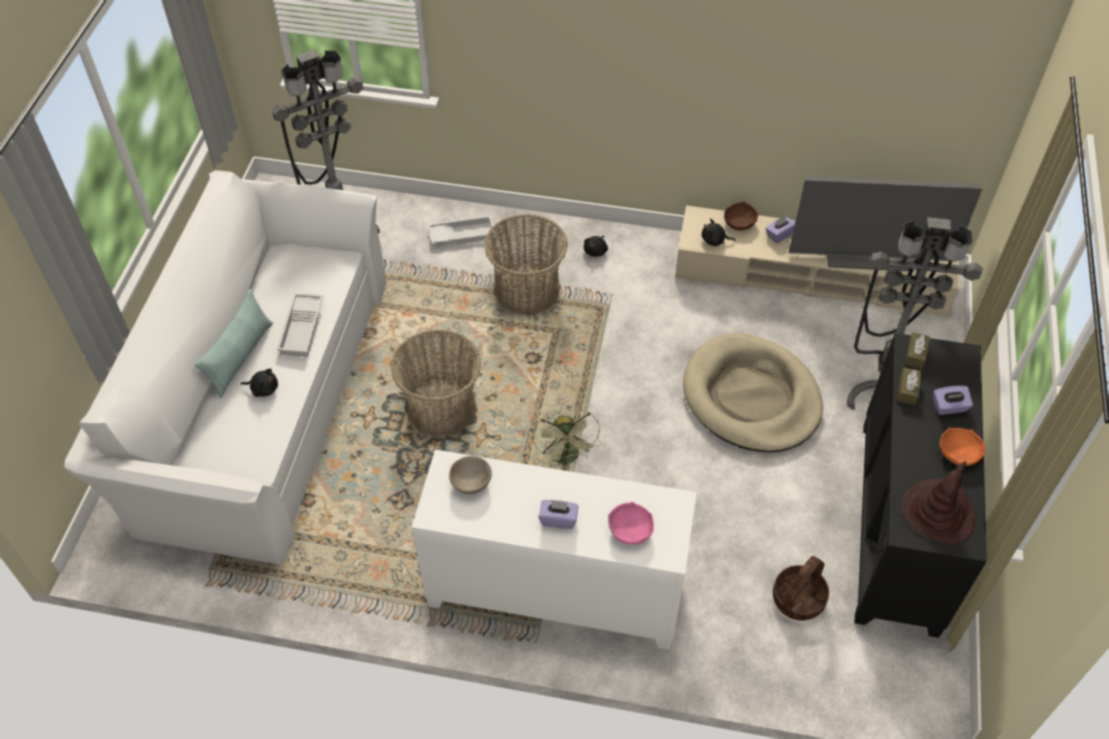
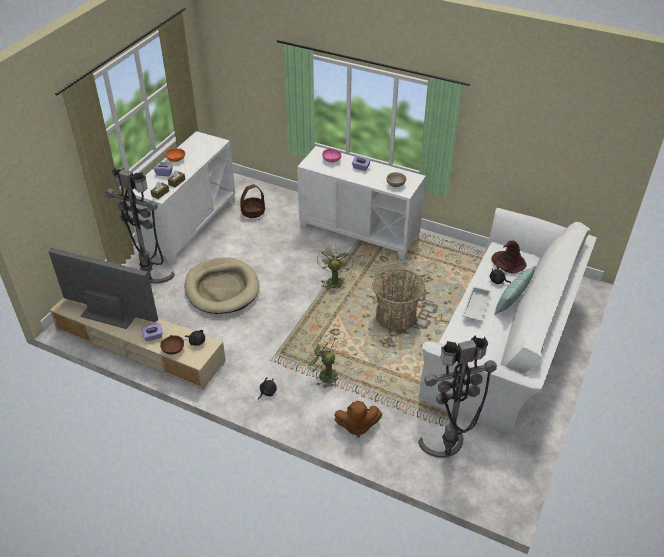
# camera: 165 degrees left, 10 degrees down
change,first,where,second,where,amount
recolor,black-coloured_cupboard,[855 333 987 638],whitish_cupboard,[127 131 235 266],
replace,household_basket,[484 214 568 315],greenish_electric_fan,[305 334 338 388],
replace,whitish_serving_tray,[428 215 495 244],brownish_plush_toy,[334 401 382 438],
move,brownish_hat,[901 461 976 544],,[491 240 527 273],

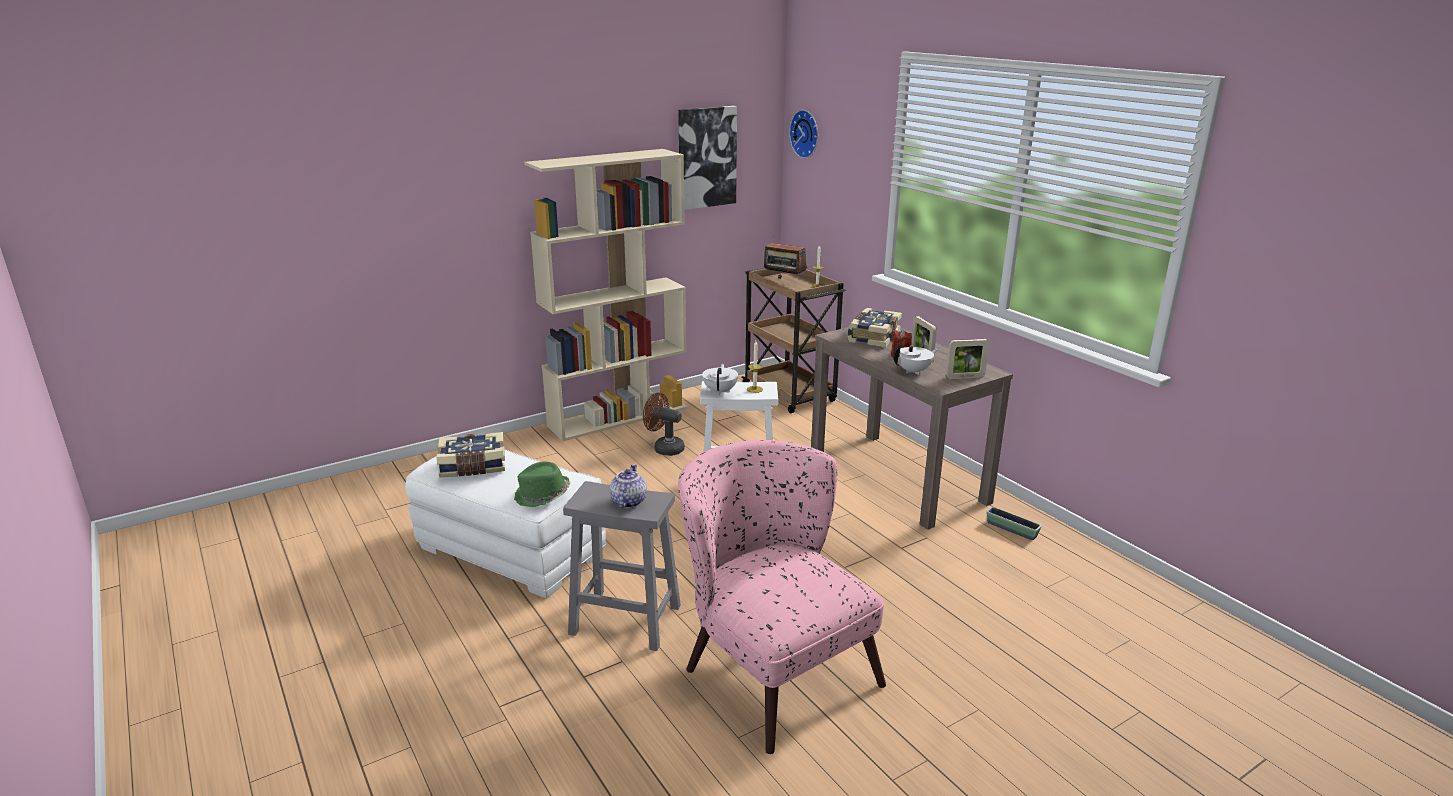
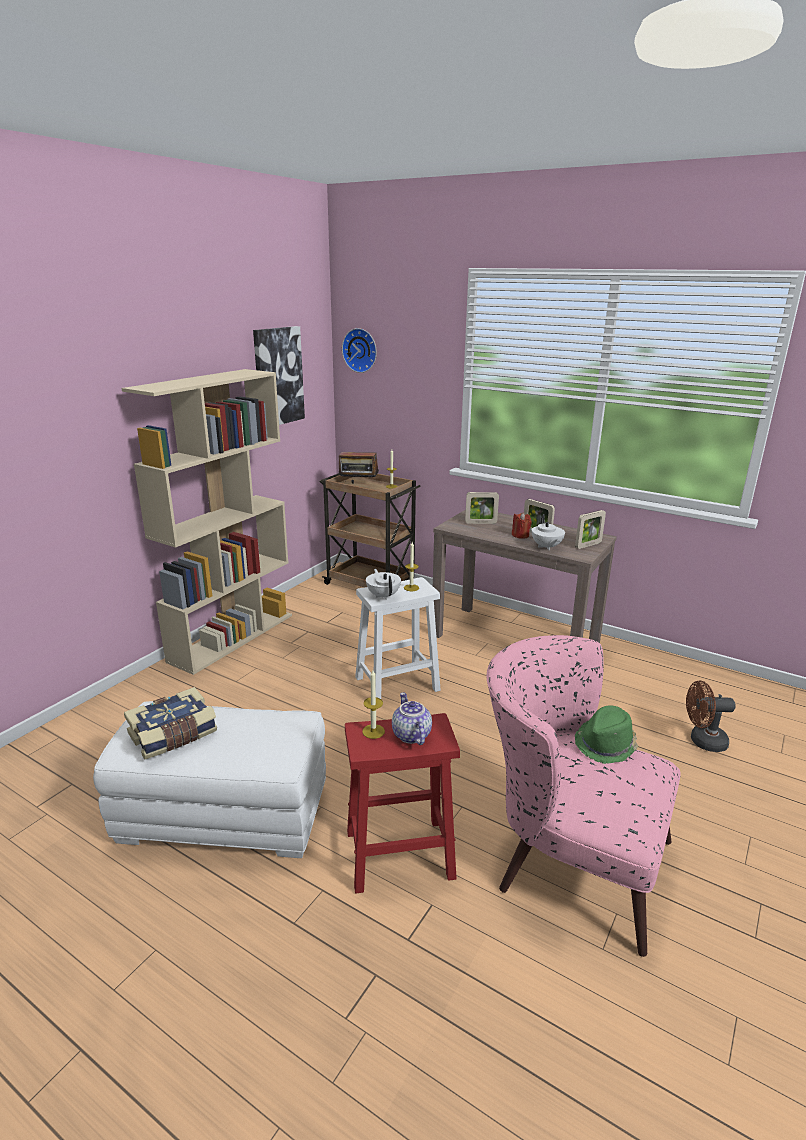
# camera: 25 degrees left, 0 degrees up
change,first,where,second,where,amount
recolor,greyish_stool,[563 481 681 651],red_stool,[345 713 460 894],
insert,,,wax_light,[362 670 385 739],
replace,volume,[847 308 902 348],standing_frame,[465 492 499 524],
rotate,whitish_tea_pot,[893 344 938 375],,[532 514 565 550],135 degrees clockwise
move,greenish_hat,[514 461 570 507],,[575 705 638 764],
move,brownish_electric_fan,[643 393 685 456],,[686 680 736 752],
delete,plant_pot,[986 507 1042 540],,,

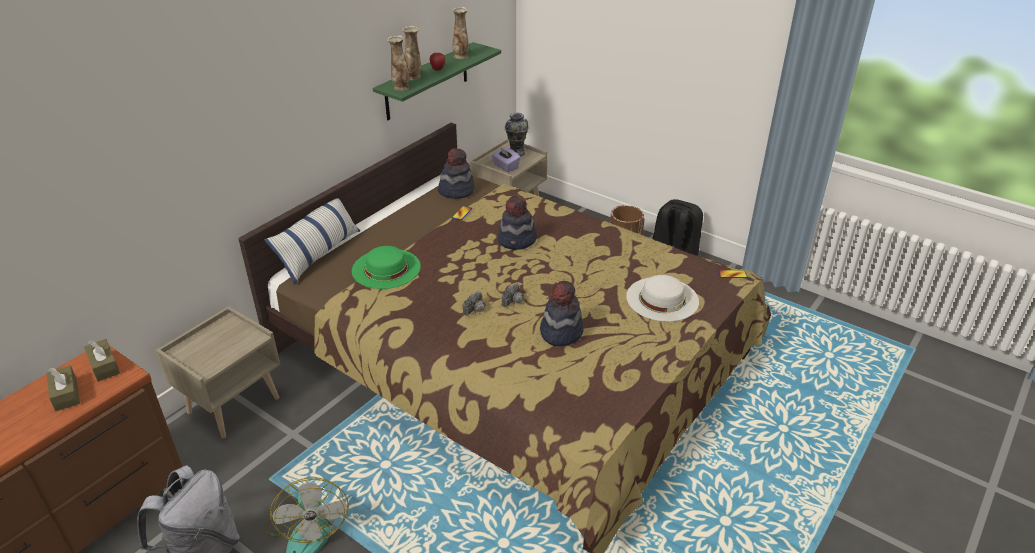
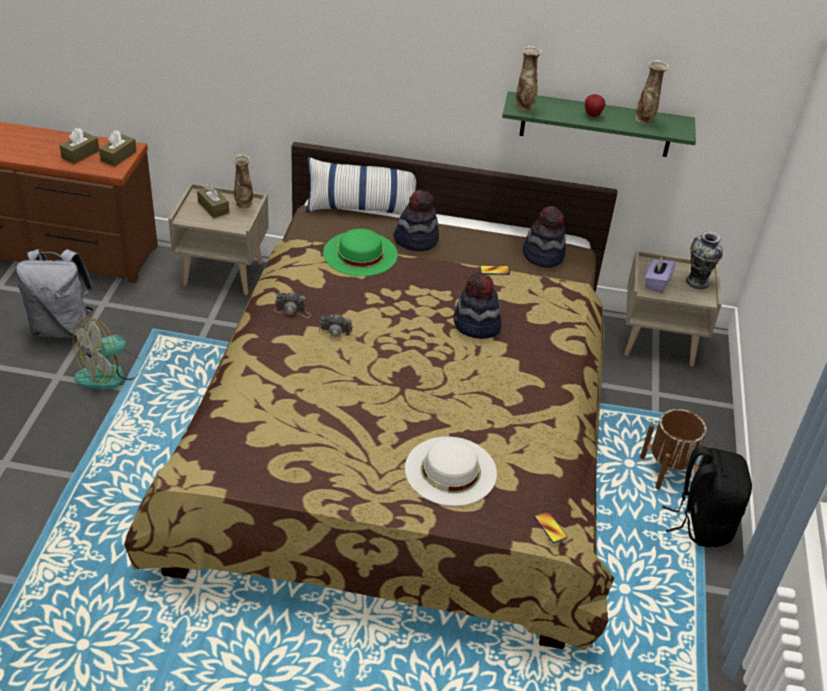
# camera: 60 degrees right, 5 degrees up
change,first,where,second,where,amount
insert,,,brownish_tissue_box,[197 184 229 218],
move,decorative_vase,[402 26 422 80],,[232 154 253 209],
move,photo_camera,[502 283 531 310],,[274 292 311 318],
move,hat,[540 281 584 346],,[393 190 439 251],

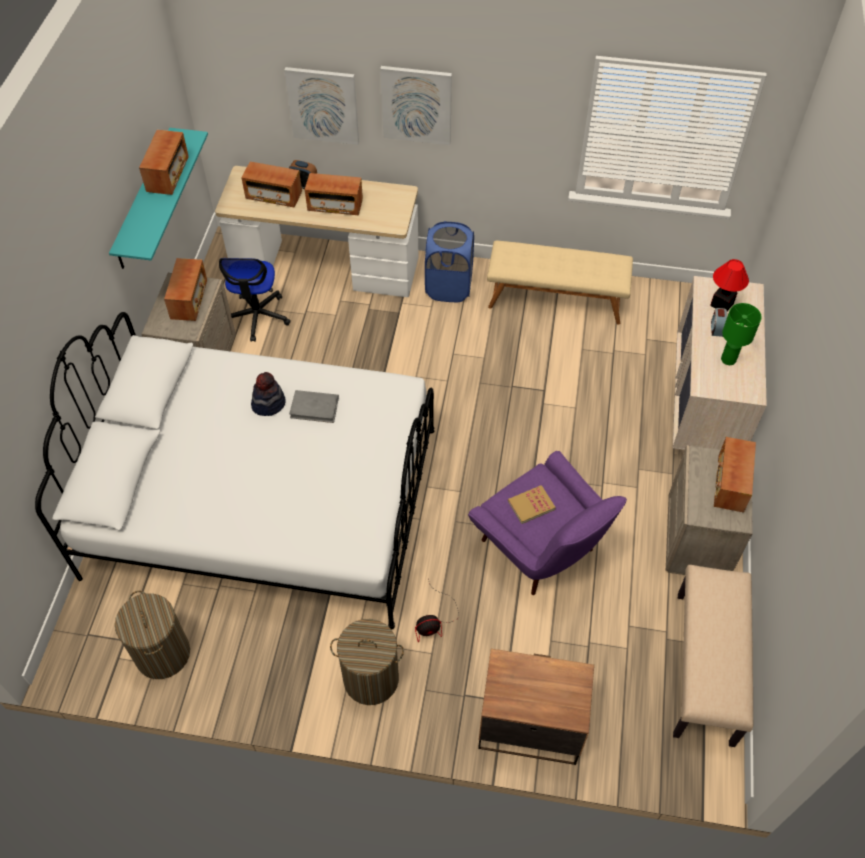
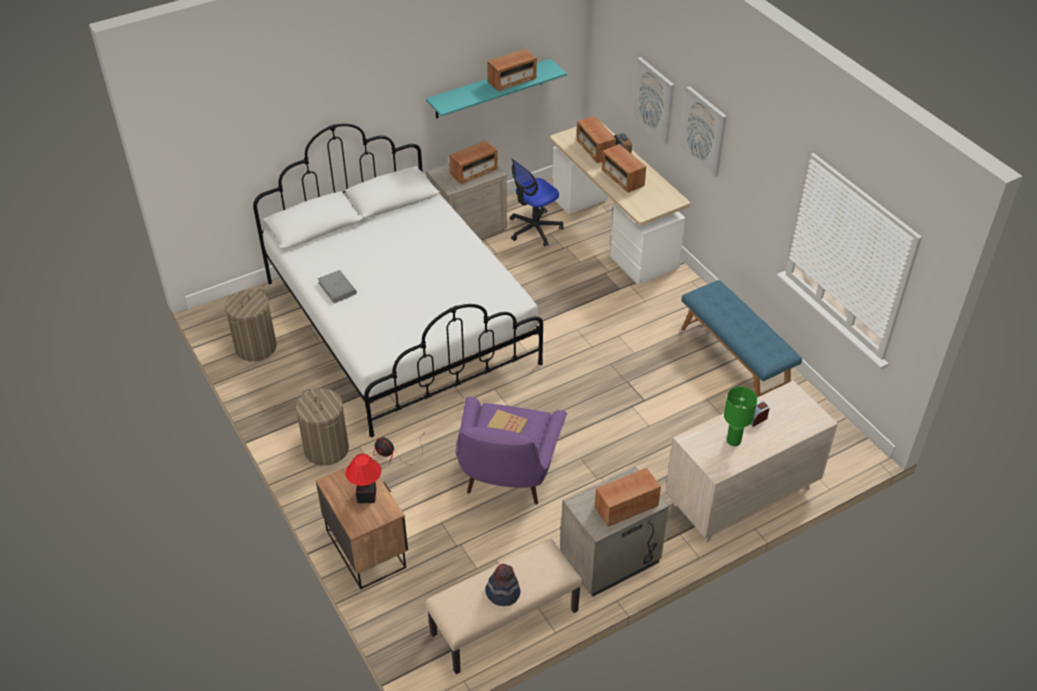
# camera: 50 degrees right, 10 degrees down
change,first,where,second,where,amount
move,greyish_volume,[289 390 339 423],,[318 270 357 303],
move,table_lamp,[711 259 749 311],,[346 453 381 503],
move,hat,[251 372 286 416],,[485 564 520 606],
recolor,sand-coloured_bench,[487 240 633 325],bluish_bench,[681 280 802 397],
delete,bluish_hamper,[425 221 474 302],,,

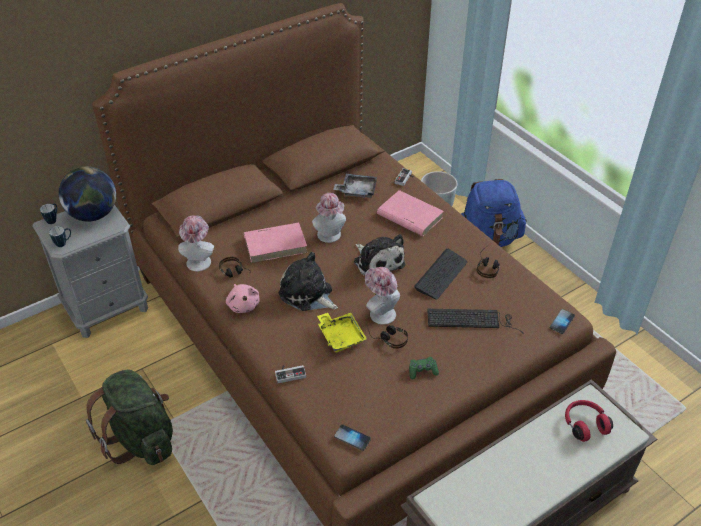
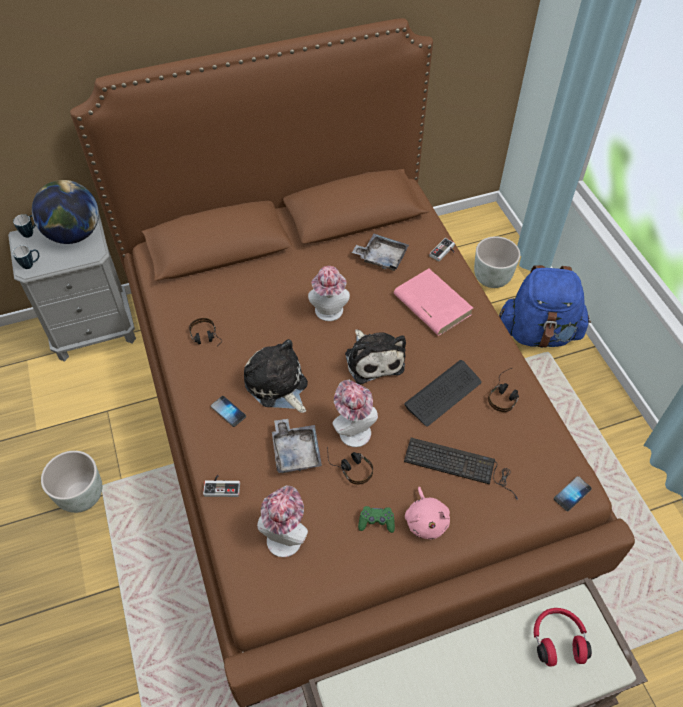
# camera: 15 degrees right, 10 degrees up
change,first,where,second,where,amount
replace,greenish_rucksack,[86 369 173 465],greyish_plant_pot,[41 451 102 513],
move,handset,[334 424 371 451],,[211 396 246 427],
move,hat,[178 215 214 272],,[257 486 308 557],
recolor,yellow-coloured_serving_tray,[317 313 367 352],greyish_serving_tray,[272 419 322 473],
move,pinkish_plush_toy,[226 284 260 313],,[405 487 450 540],
delete,pinkish_volume,[244 223 308 263],,,

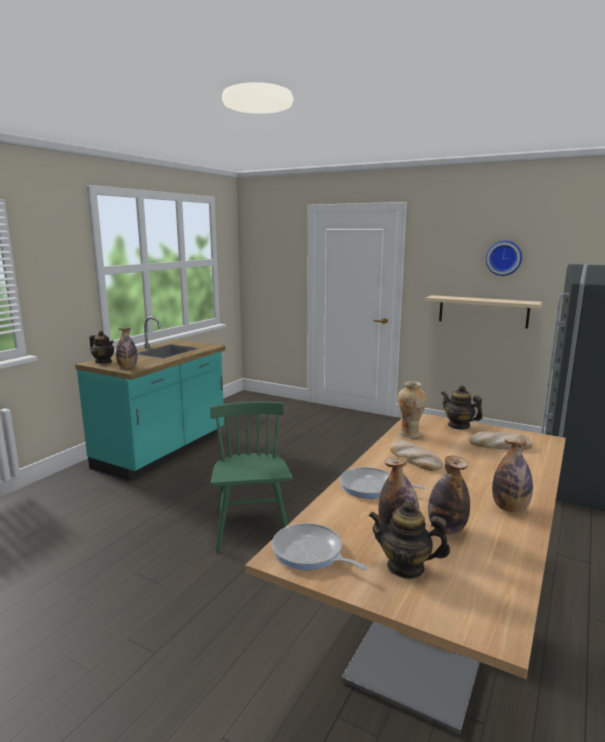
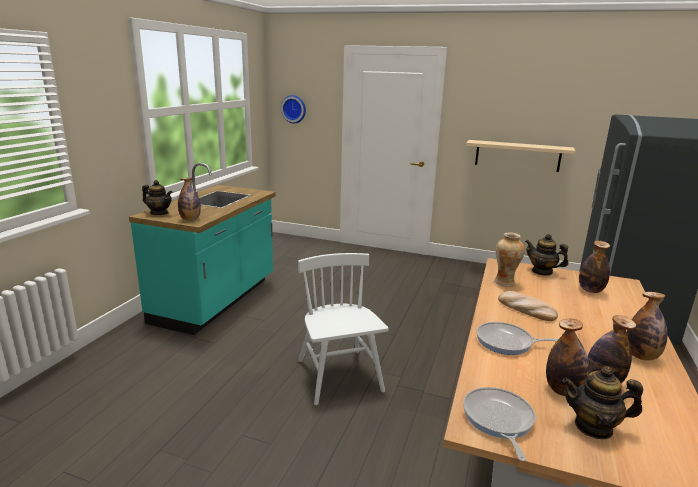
# camera: 10 degrees left, 5 degrees up
change,first,where,second,where,amount
move,wall_clock,[486 241 522 276],,[281 95 306 123],
recolor,greenish_chair,[210 402 292 552],whitish_chair,[298 253 389 405],
rotate,skillet,[272 523 369 570],,[463 387 536 462],60 degrees clockwise
replace,bakery_bread,[469 431 533 450],drink_bottle,[579 241 610 293],

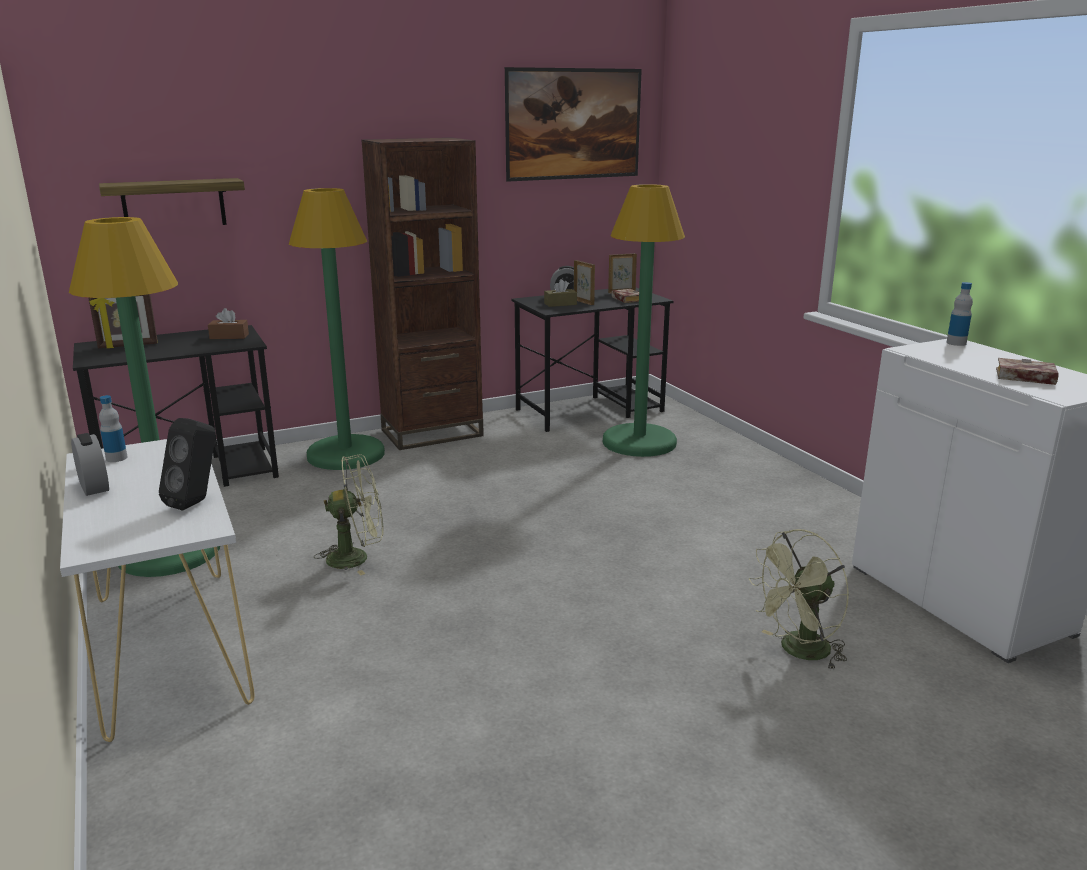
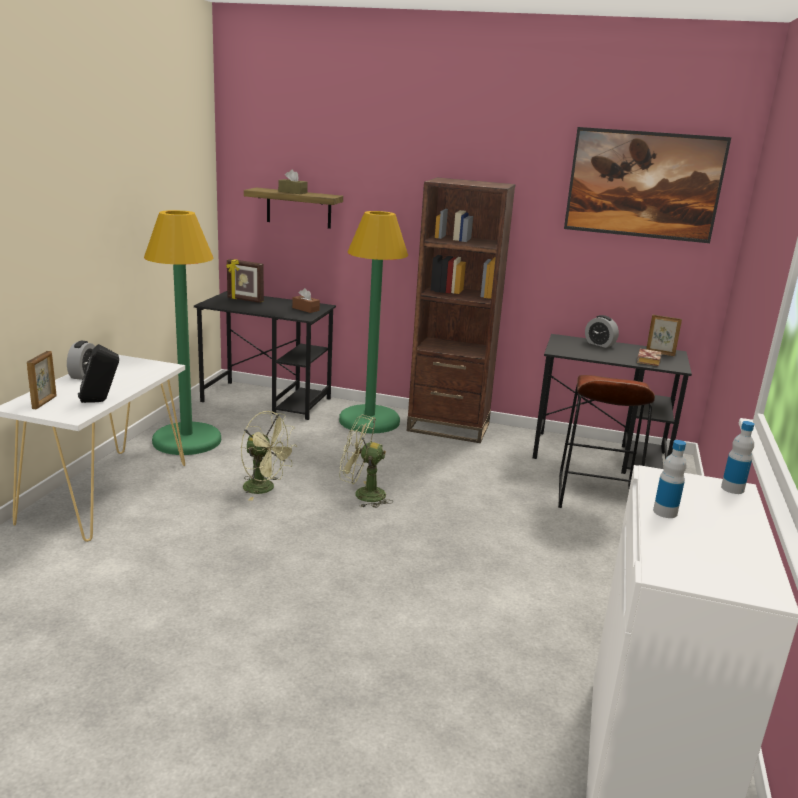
# camera: 40 degrees right, 0 degrees up
change,first,where,second,where,amount
move,standing_frame,[574 260 595 305],,[27 351 57 409],
move,brownish_tissue_box,[544 279 577 307],,[278 169 308 194],
move,greenish_electric_fan,[749 529 849 670],,[340 415 393 508],
replace,greenish_standard_lamp,[603 184 685 457],brownish_stool,[558 375 655 508],
move,drink_bottle,[99 395 128 462],,[653 440 686 518],
delete,volume,[996 358 1059 385],,,

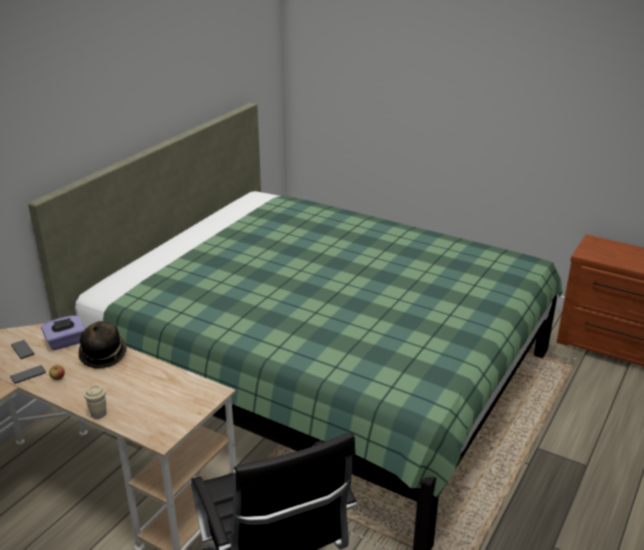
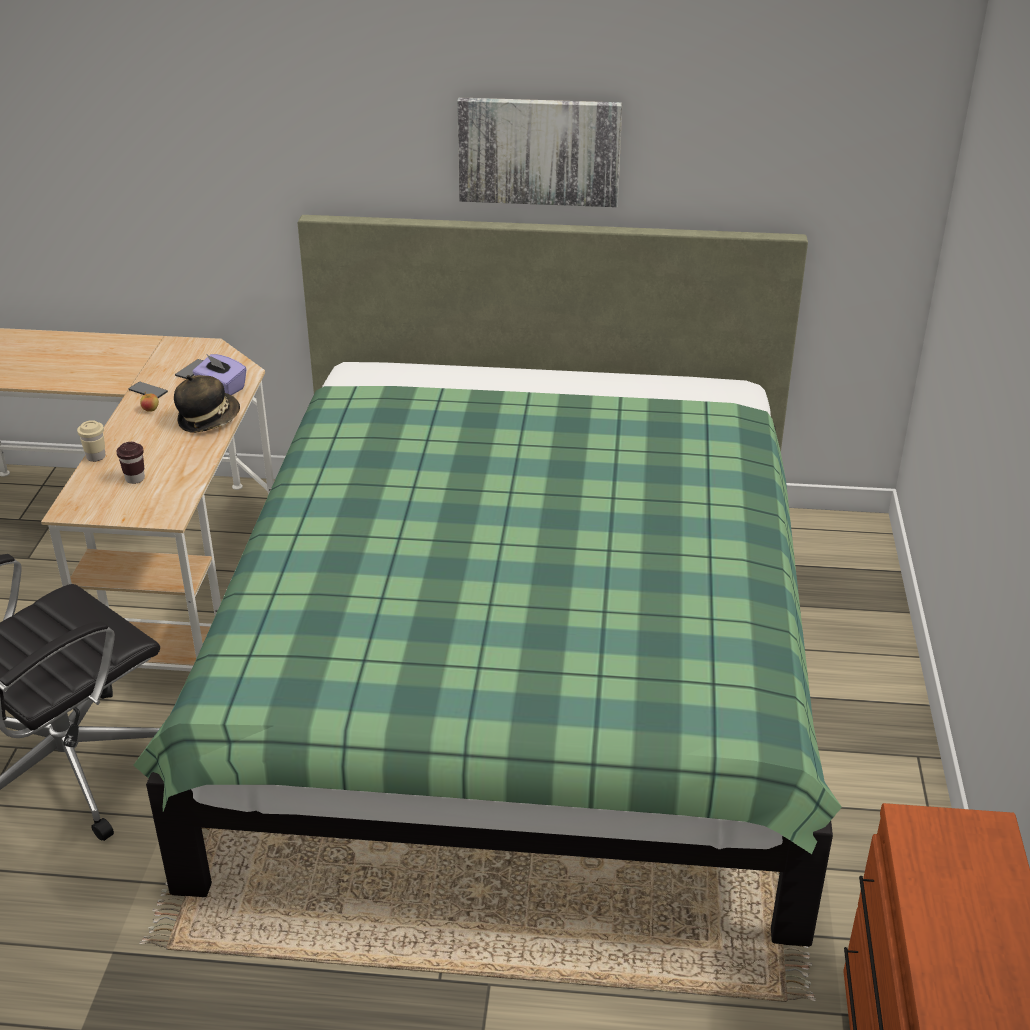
# camera: 65 degrees right, 5 degrees up
change,first,where,second,where,amount
insert,,,brownish_cup,[116 442 145 484],
insert,,,wall_picture,[457 97 622 207],

